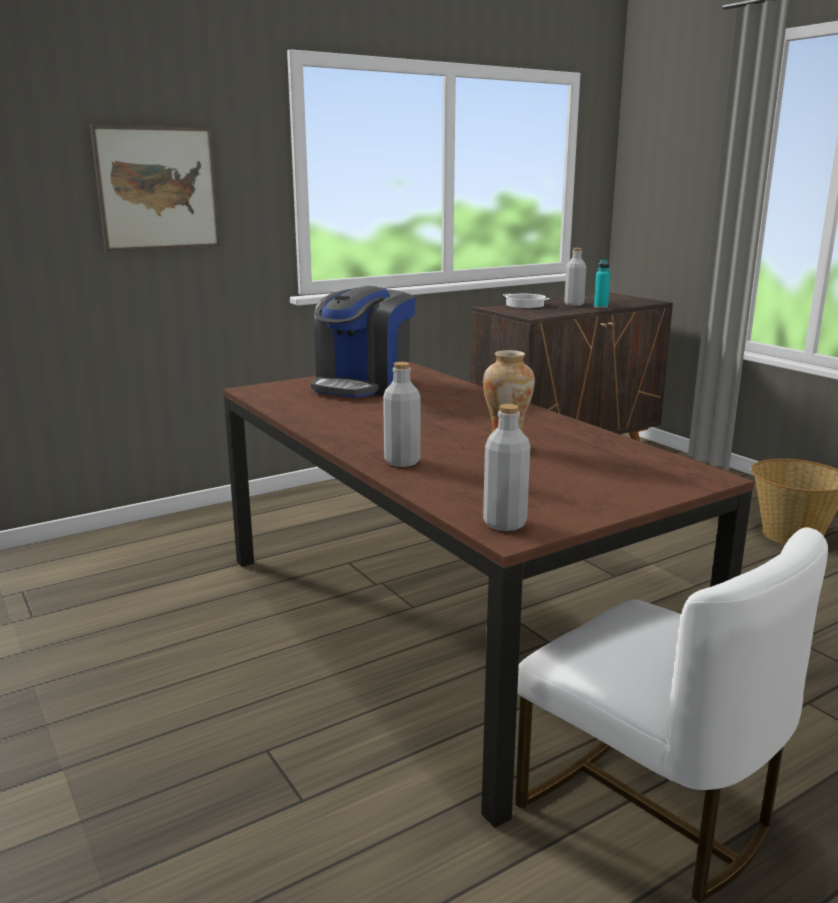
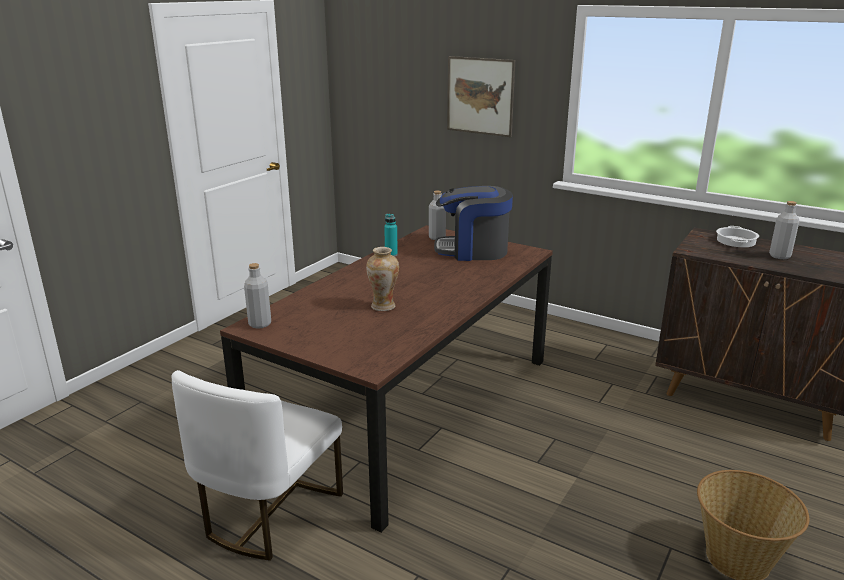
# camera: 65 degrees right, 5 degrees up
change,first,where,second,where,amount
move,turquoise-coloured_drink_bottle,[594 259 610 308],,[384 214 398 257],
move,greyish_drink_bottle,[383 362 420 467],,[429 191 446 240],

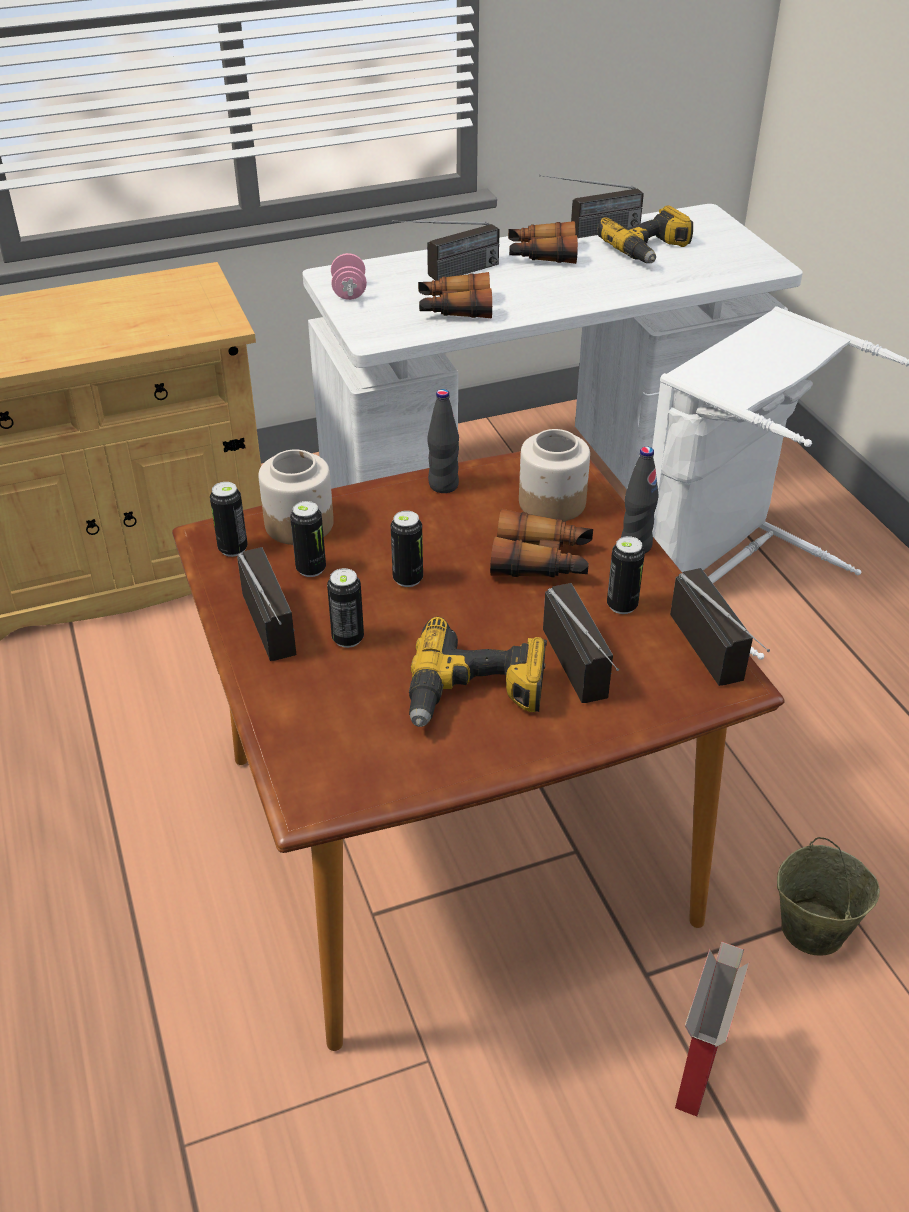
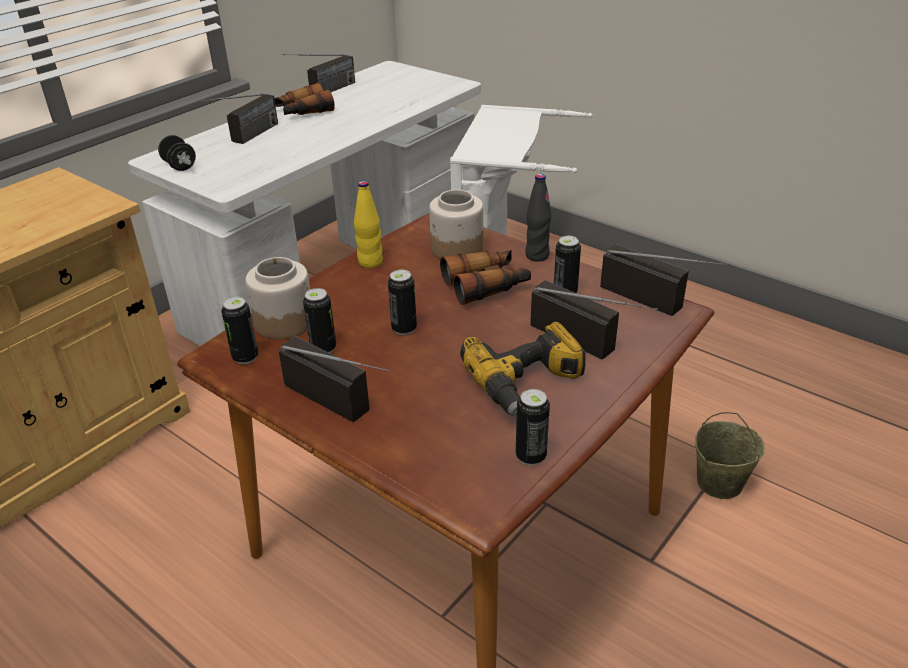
# camera: 30 degrees left, 5 degrees down
change,first,where,second,where,amount
recolor,pinkish_dumbbell,[331 253 367 300],black-coloured_dumbbell,[158 135 196 171],
recolor,black-coloured_drink_bottle,[427 389 459 493],yellow-coloured_drink_bottle,[354 181 383 268],
move,metal_can,[327 568 364 648],,[516 389 550 465],
delete,pair_of_binoculars,[418 272 492 319],,,
delete,electric_drill,[597 205 693 263],,,
delete,carton,[675 941 749 1117],,,

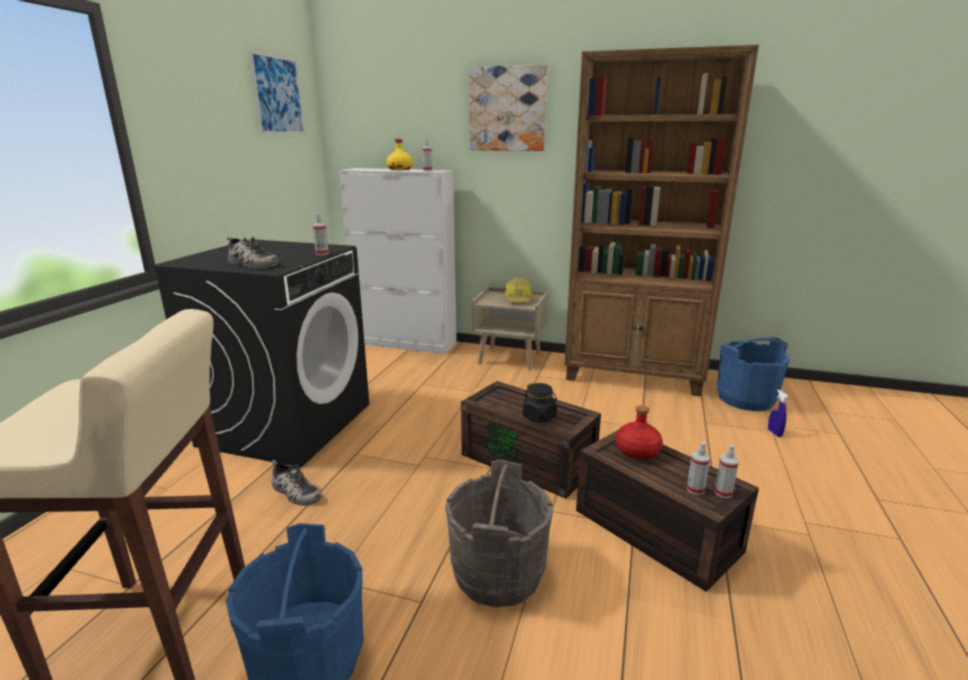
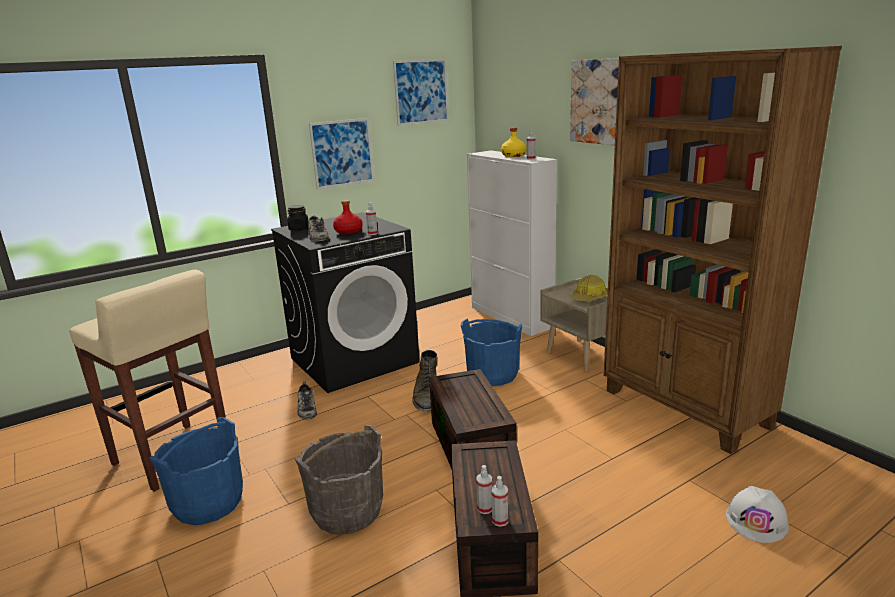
# camera: 40 degrees right, 0 degrees up
change,first,where,second,where,amount
move,black-coloured_storage_jar,[523 383 557 423],,[288 205 309 230],
insert,,,wall_picture,[309 118 374 190],
move,red_drink_bottle,[616 405 663 459],,[333 200 363 234],
insert,,,greenish_boot,[412 350 437 411],
move,bluish_bucket,[717 337 790 411],,[461 319 522 386],
replace,bluish_sprayer,[768 389 788 437],whitish_hard_hat,[726 486 789 543],

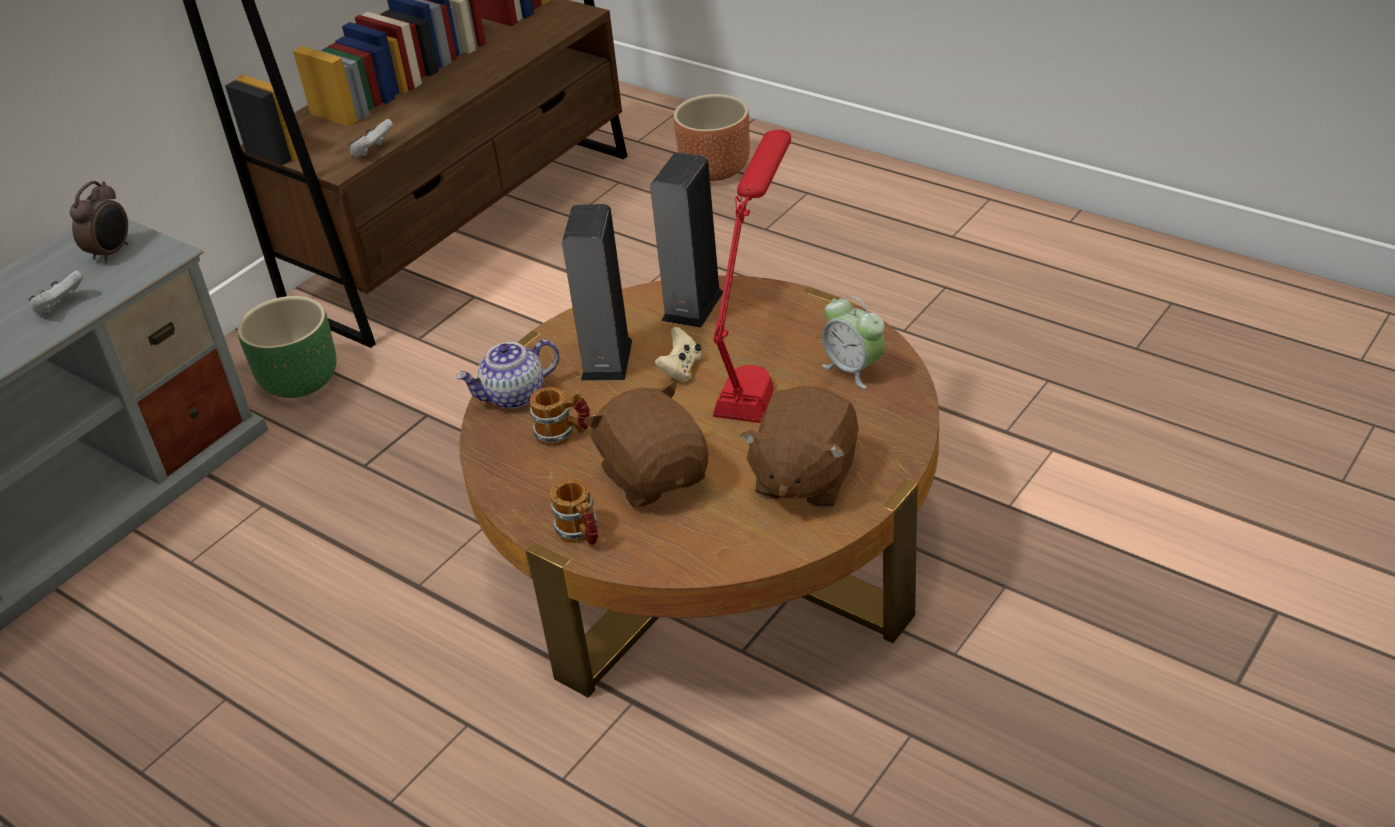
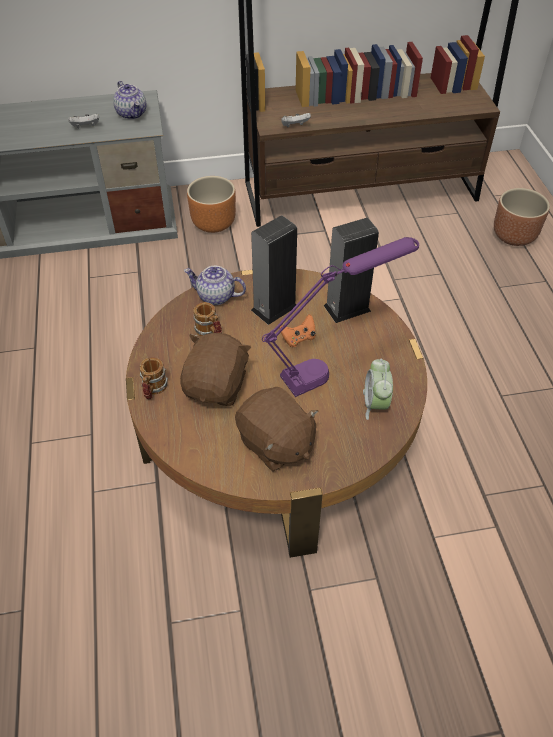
# camera: 40 degrees right, 10 degrees up
change,first,where,second,where,amount
replace,bedside_clock,[70 181 128 264],tea_pot,[113 81 146 119],
recolor,greenish_plant_pot,[237 296 337 398],orange-coloured_plant_pot,[187 176 236 233],
rotate,brownish_plush_toy,[740 386 859 508],,[235 387 318 471],105 degrees counterclockwise
recolor,red_table_lamp,[713 130 791 423],purple-coloured_table_lamp,[262 237 419 397],
recolor,sand-coloured_game_controller,[655 327 701 382],orange-coloured_game_controller,[279 314 315 347],

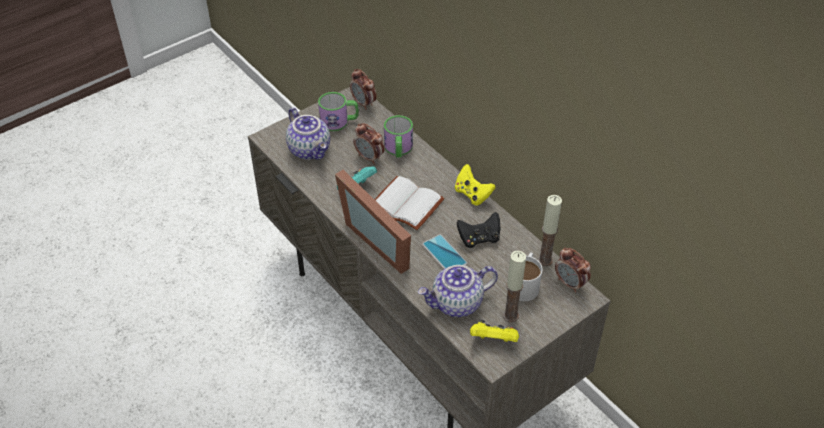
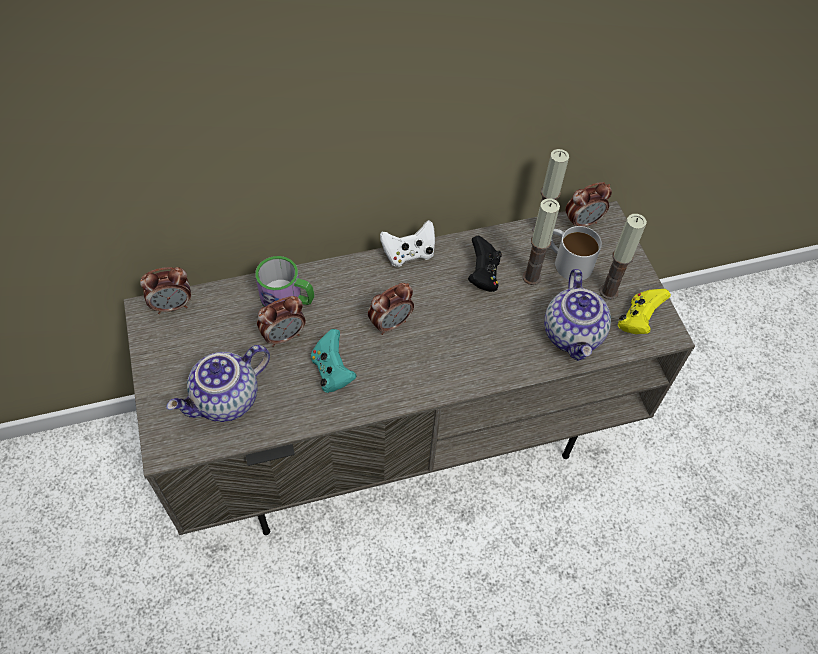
# camera: 70 degrees left, 10 degrees up
change,first,where,second,where,amount
rotate,tea_pot,[286 108 330 160],,[166 345 270 422],150 degrees clockwise
replace,whitish_volume,[374 176 445 230],bedside_clock,[368 283 414 335],
recolor,yellow-coloured_game_controller,[455 164 496 205],whitish_game_controller,[380 220 435 267],
insert,,,wax_light,[523 198 560 285],
delete,tea_mug,[318 92 359 131],,,
delete,standing_frame,[335 170 411 274],,,
delete,handset,[422 234 467 269],,,

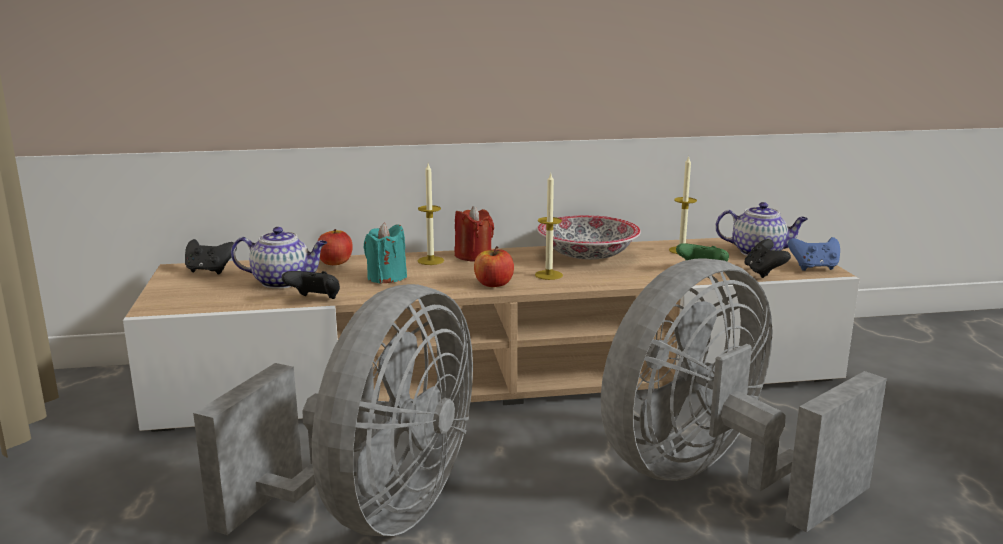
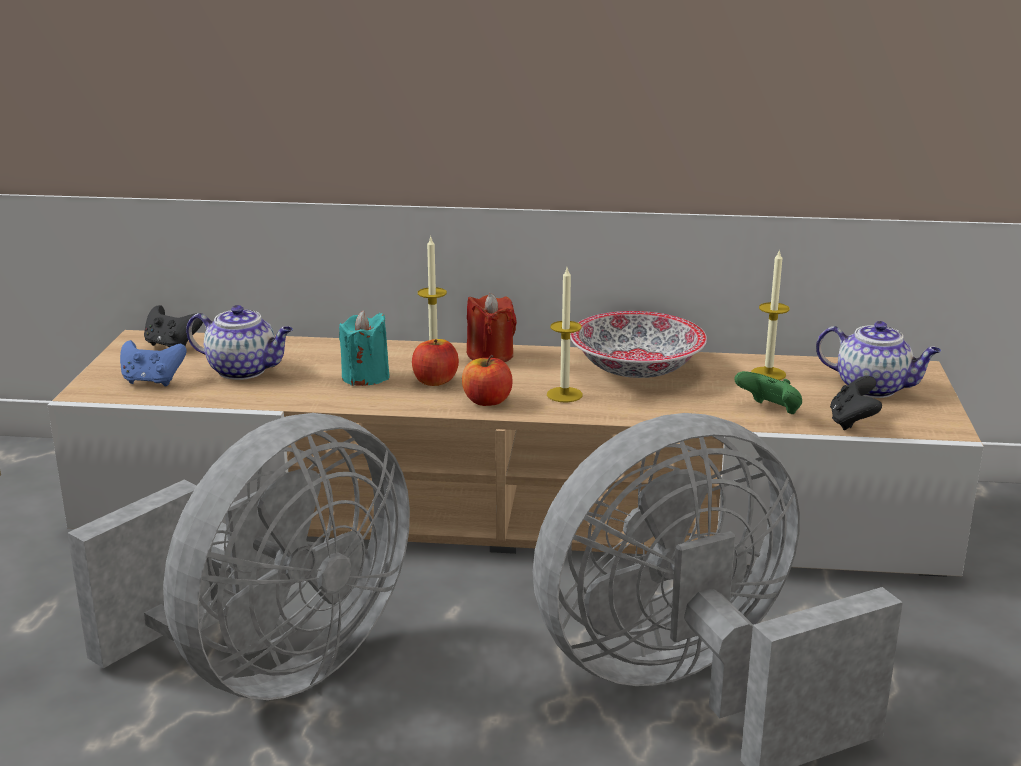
# camera: 15 degrees right, 5 degrees up
change,first,where,second,where,amount
move,bluish_game_controller,[788 237 840 271],,[120 340 187 386],
move,whole_apple,[318 229 353 265],,[412 339 459 386],
delete,black-coloured_game_controller,[282 271 340 299],,,

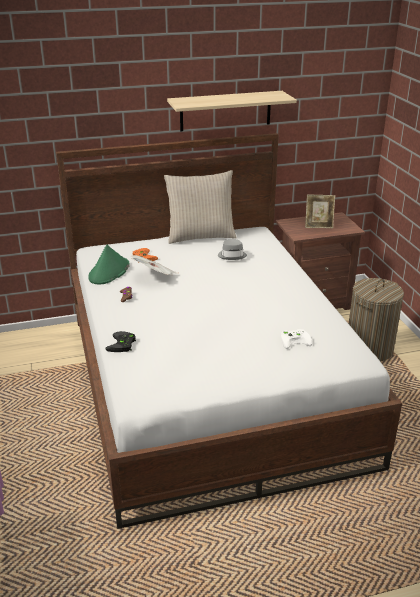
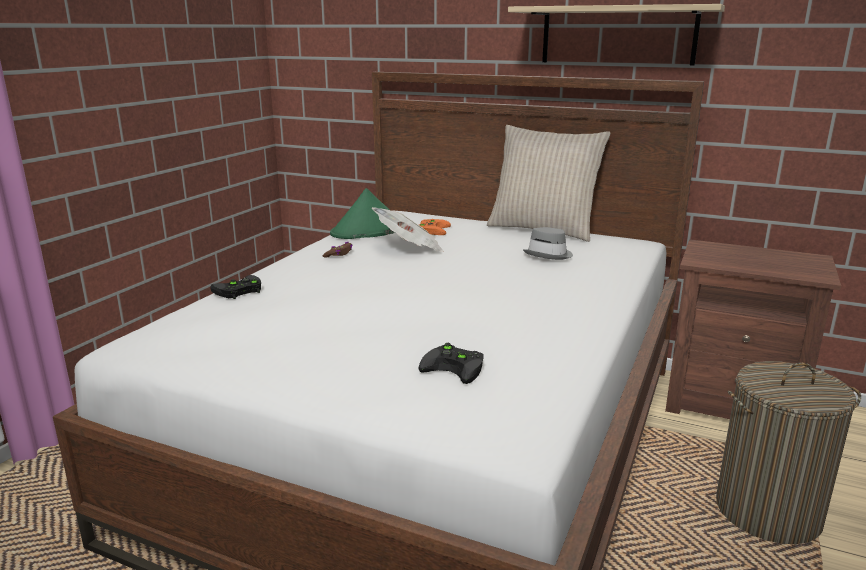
# camera: 40 degrees right, 10 degrees down
change,first,where,second,where,amount
recolor,whitish_game_controller,[281 329 312 349],black-coloured_game_controller,[419 343 484 384],
delete,standing_frame,[305 194 335 228],,,

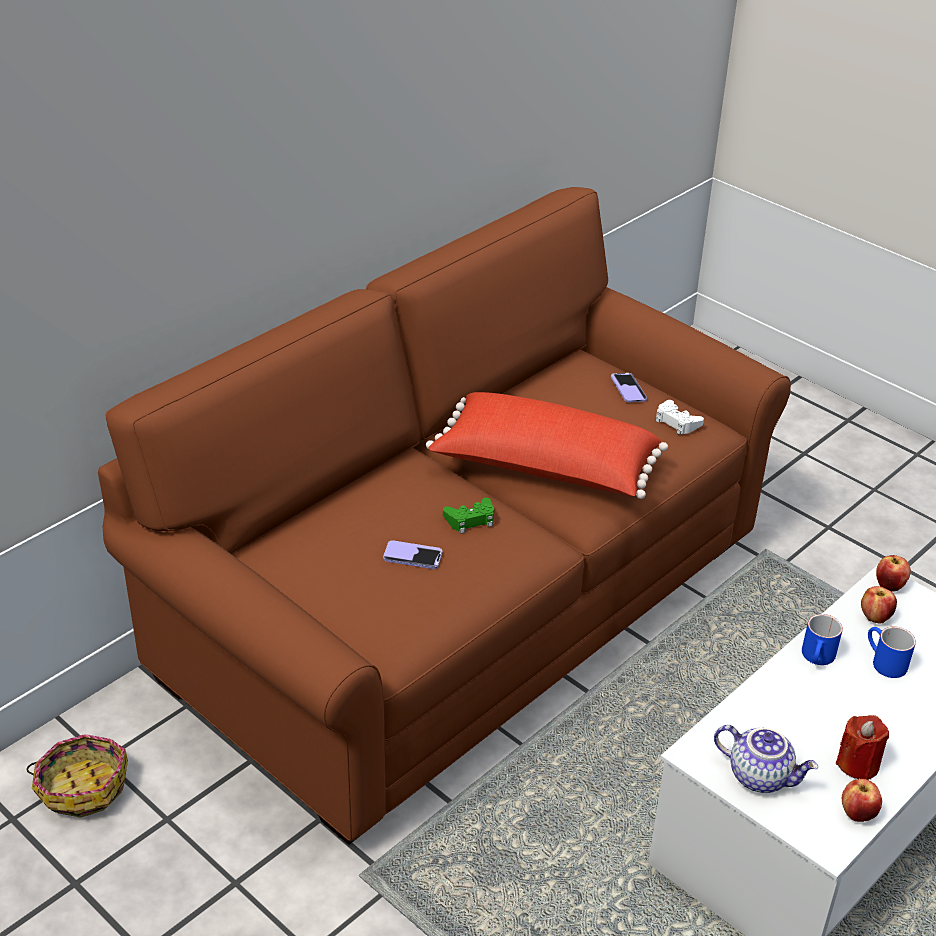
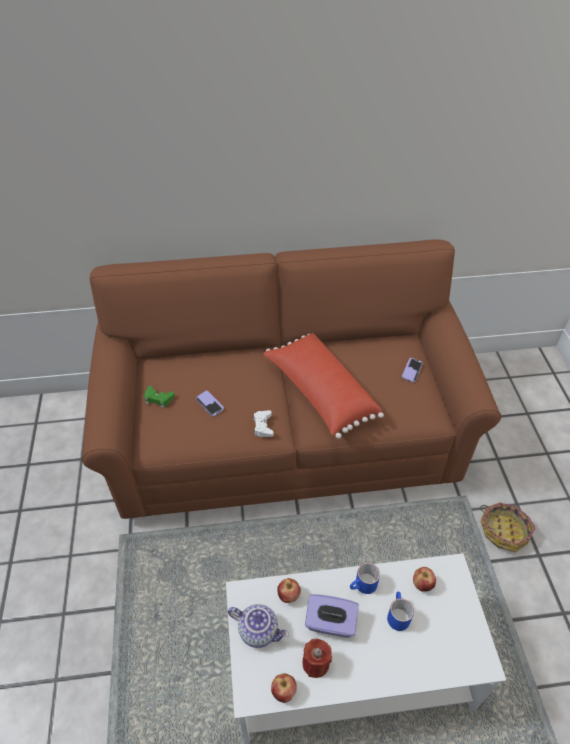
# camera: 40 degrees right, 10 degrees up
change,first,where,second,where,amount
move,greenish_game_controller,[443 498 494 533],,[144 386 175 408],
rotate,tea_pot,[714 725 818 793],,[228 604 289 648],45 degrees counterclockwise
move,whitish_game_controller,[656 400 704 435],,[253 410 273 437],
move,whole_apple,[876 555 911 592],,[277 578 301 603],
insert,,,purple-coloured_tissue_box,[305 594 359 638],
move,household_basket,[26 734 128 818],,[480 502 536 552],

